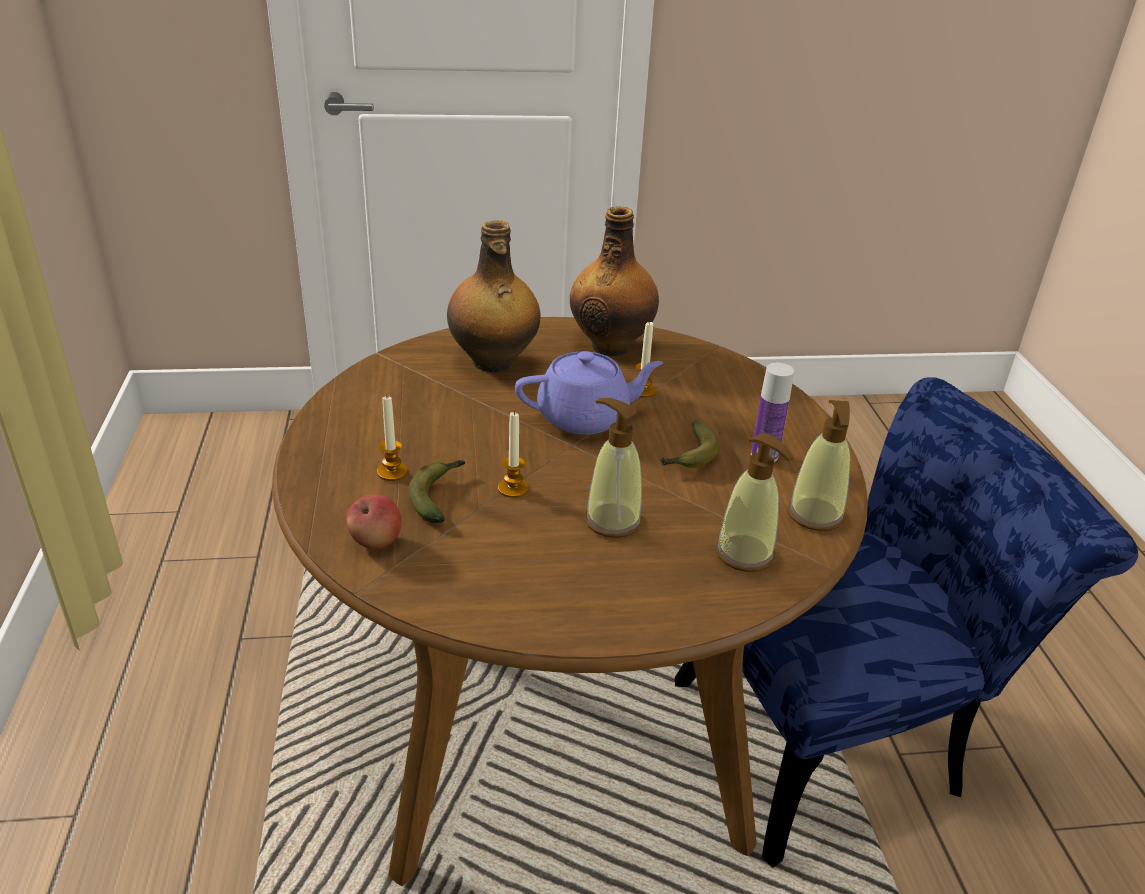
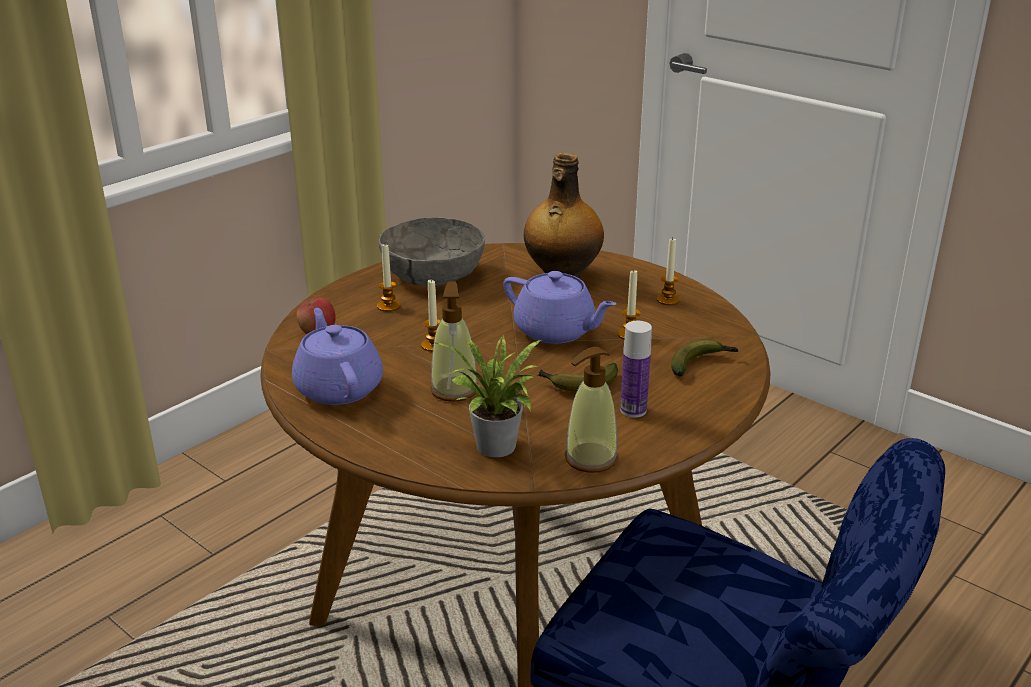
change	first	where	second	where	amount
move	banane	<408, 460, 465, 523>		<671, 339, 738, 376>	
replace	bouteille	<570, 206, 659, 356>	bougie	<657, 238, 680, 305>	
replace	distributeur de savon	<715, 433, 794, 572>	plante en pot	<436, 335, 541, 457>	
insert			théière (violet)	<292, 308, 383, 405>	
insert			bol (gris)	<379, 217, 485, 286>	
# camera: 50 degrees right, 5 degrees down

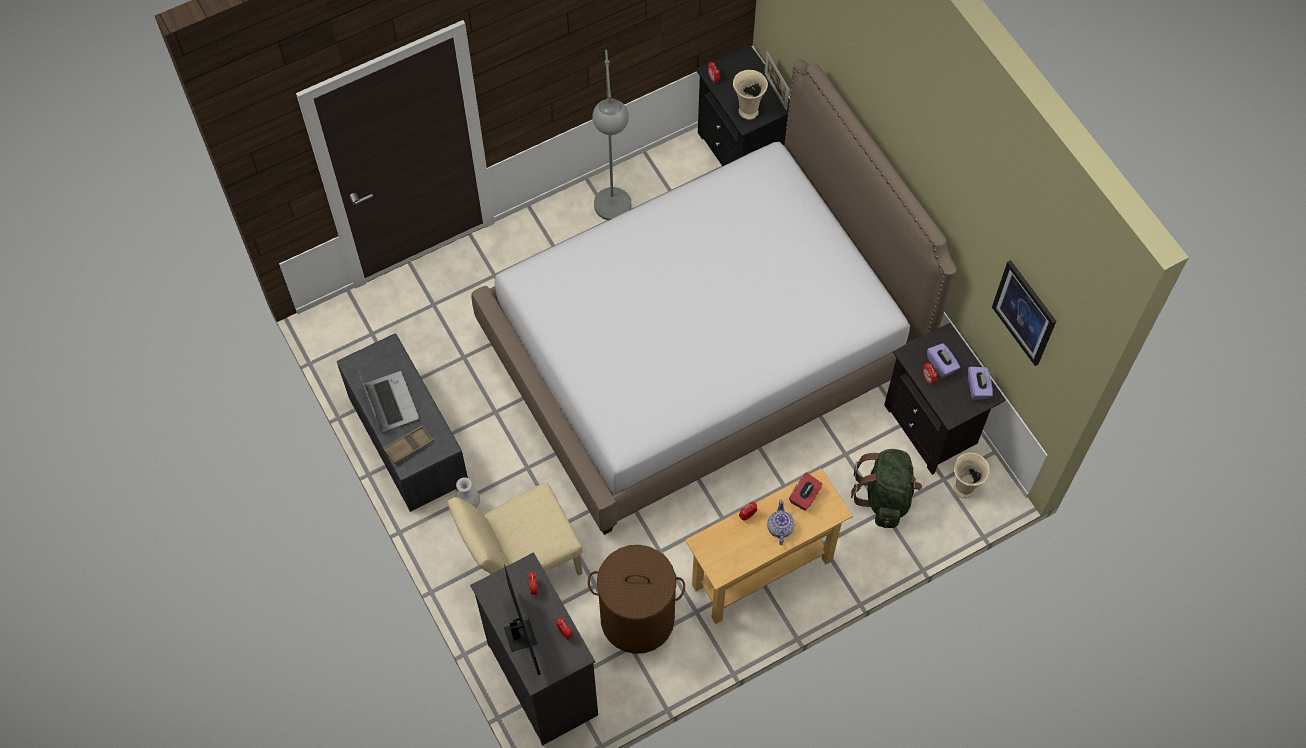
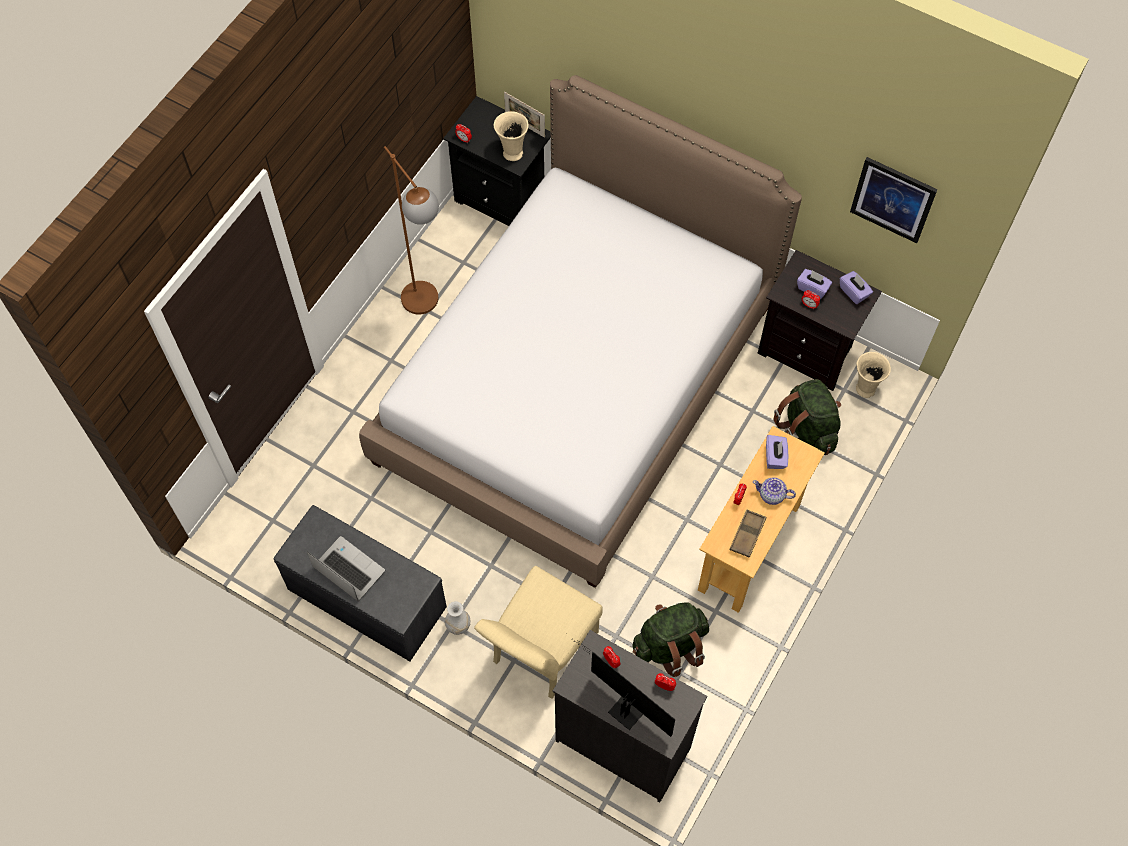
change	first	where	second	where	amount
move	plateau (marron)	<383, 425, 434, 464>		<730, 510, 766, 558>	
replace	panier à linge (marron)	<588, 545, 685, 654>	sac à dos (vert)	<632, 602, 709, 677>	
recolor	lampadaire (gris)	<592, 50, 631, 220>	lampadaire (marron)	<384, 146, 439, 314>	
rotate	théière	<767, 500, 795, 545>		<753, 477, 796, 505>	45 degrees counterclockwise
recolor	boîte à mouchoirs (rouge)	<789, 472, 823, 510>	boîte à mouchoirs (violet)	<766, 435, 788, 469>	
# camera: 30 degrees left, 0 degrees up

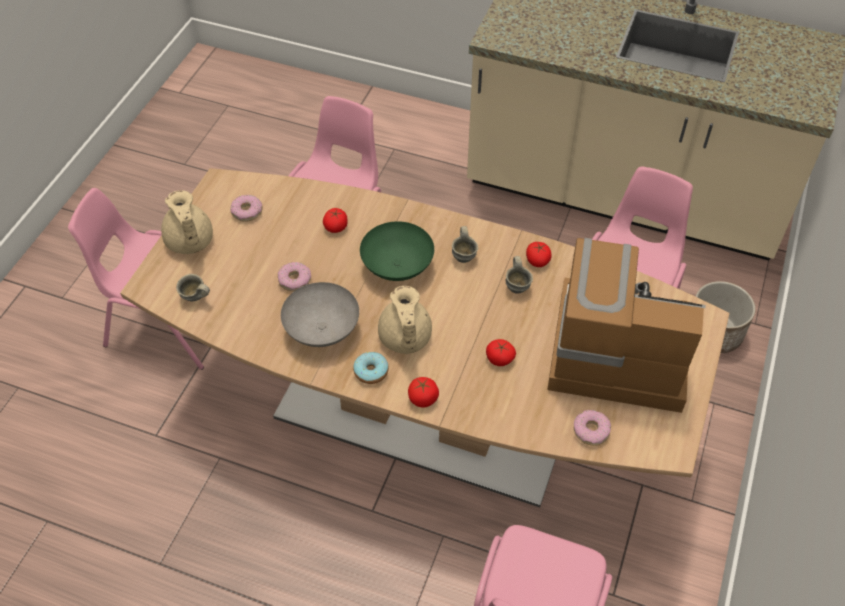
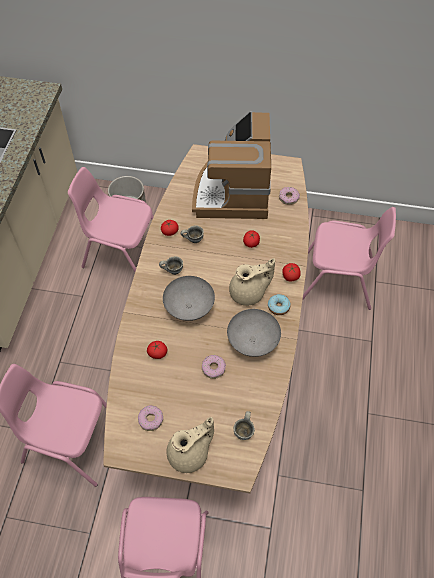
change	first	where	second	where	amount
recolor	bol (vert)	<360, 221, 434, 281>	bol (gris)	<163, 276, 215, 321>	
# camera: 100 degrees left, 5 degrees up

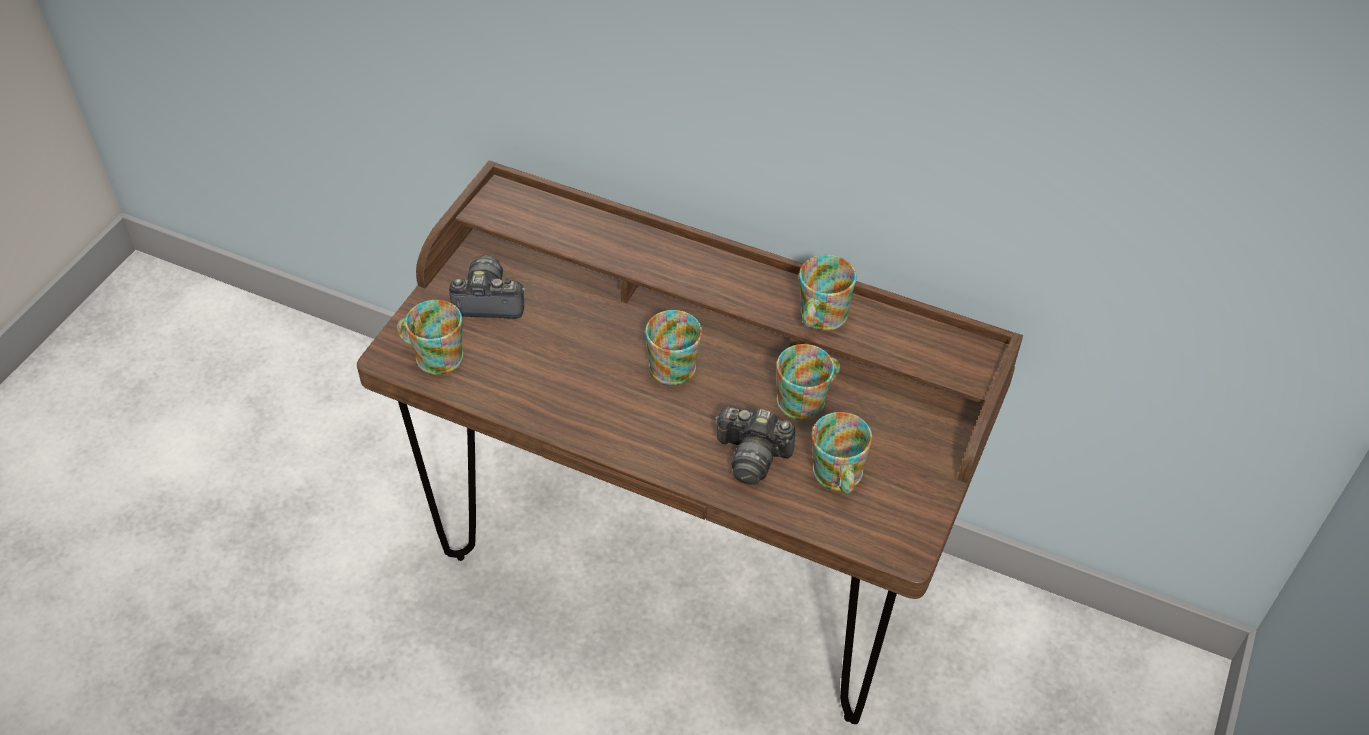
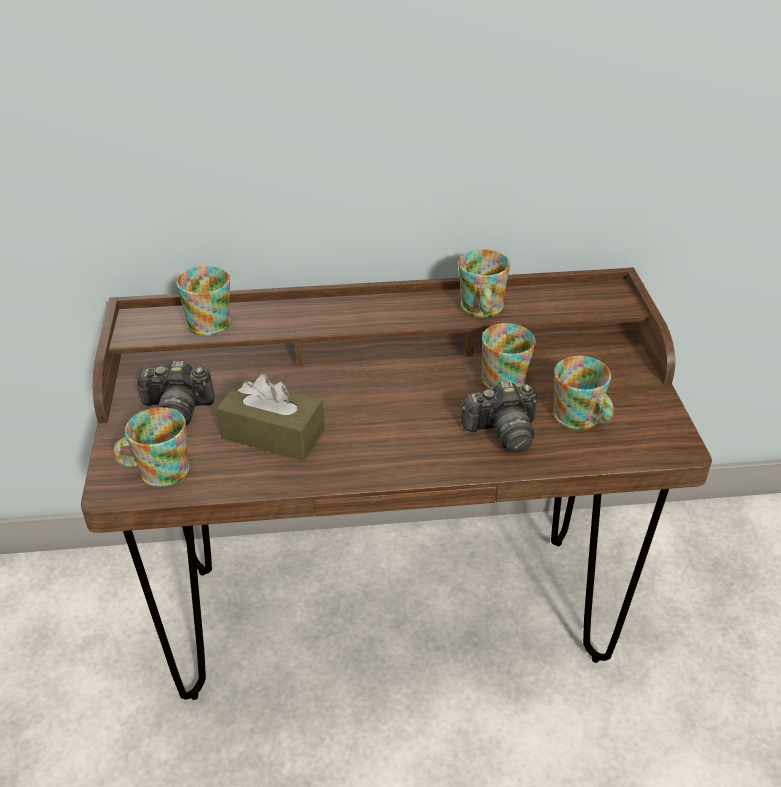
change	first	where	second	where	amount
rotate	appareil photo	<449, 255, 525, 319>		<135, 361, 215, 426>	150 degrees counterclockwise
move	mug	<645, 310, 702, 385>		<176, 266, 231, 336>	
insert			boîte à mouchoirs (marron)	<217, 374, 325, 461>	
# camera: 30 degrees left, 10 degrees down

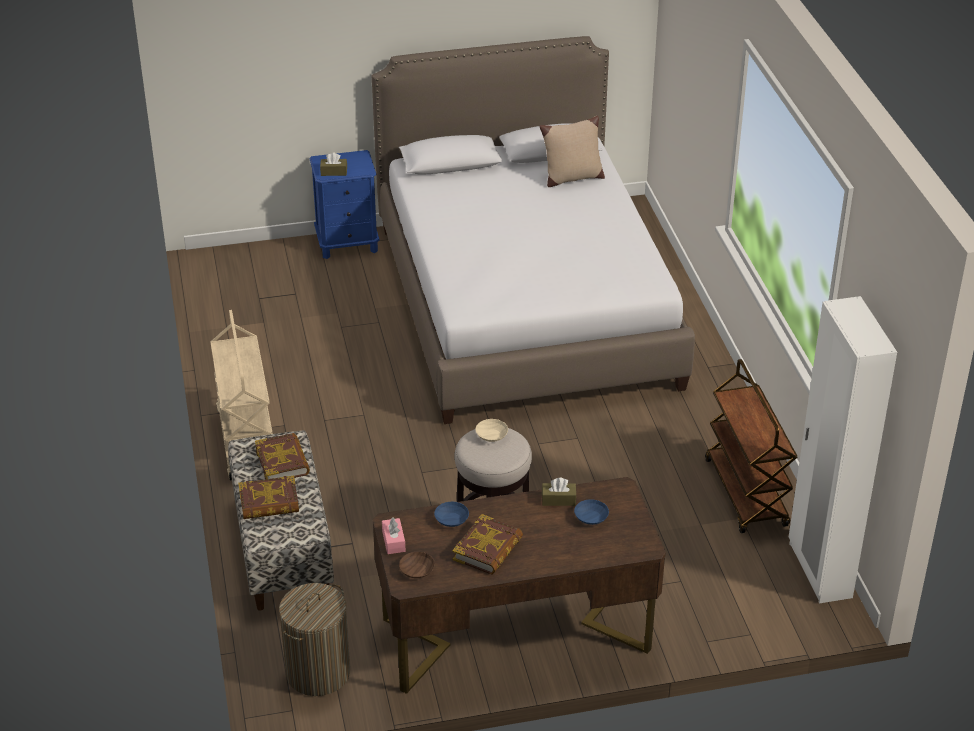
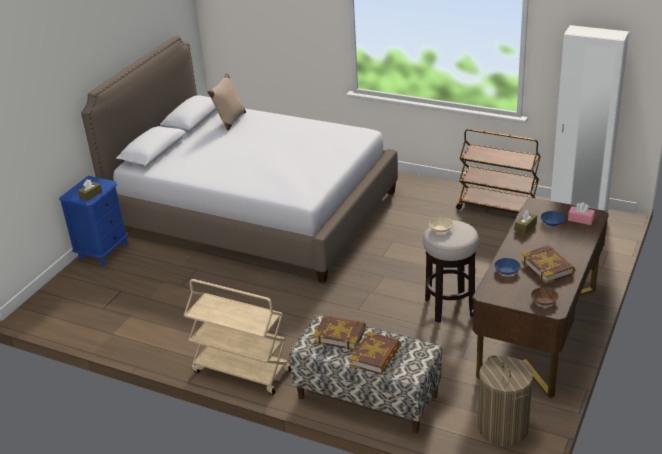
change	first	where	second	where	amount
move	boîte à mouchoirs (rose)	<382, 517, 406, 554>		<568, 202, 595, 225>	
# camera: 50 degrees left, 5 degrees down

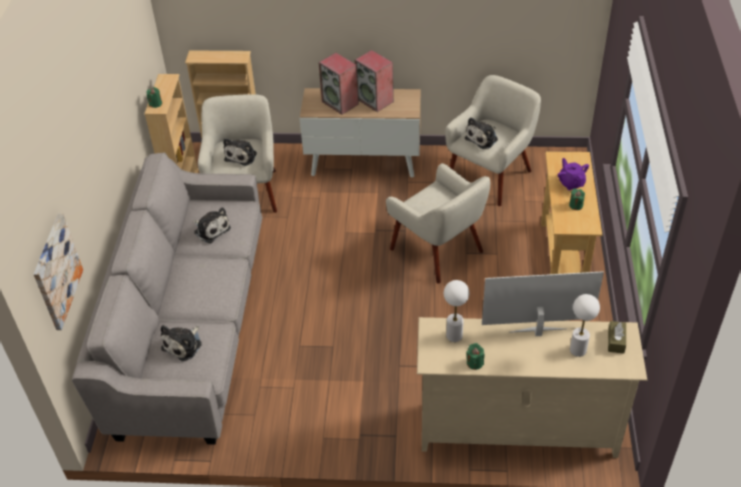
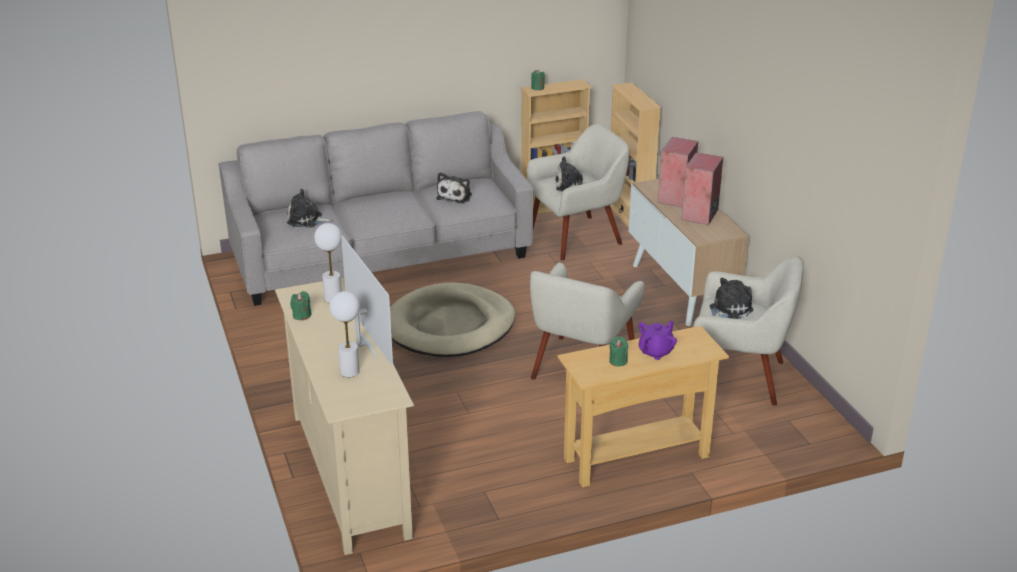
change	first	where	second	where	amount
delete	tableau	<33, 213, 83, 330>			
rotate	peluche	<465, 117, 498, 149>		<709, 278, 753, 319>	120 degrees clockwise
delete	boîte à mouchoirs (marron)	<608, 321, 626, 354>			
insert			panier pour chien (beige)	<390, 282, 516, 357>	
# camera: 65 degrees right, 15 degrees down

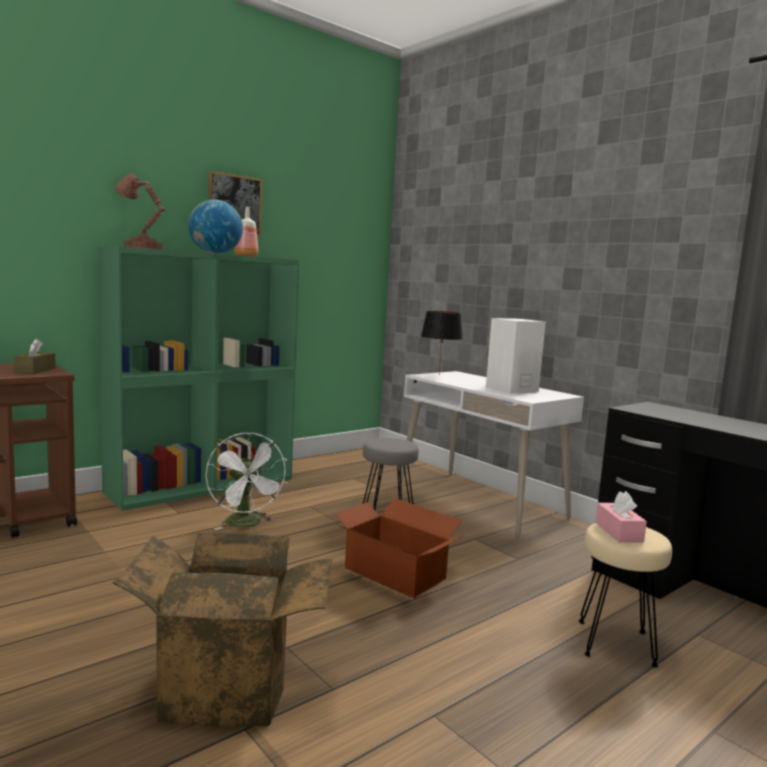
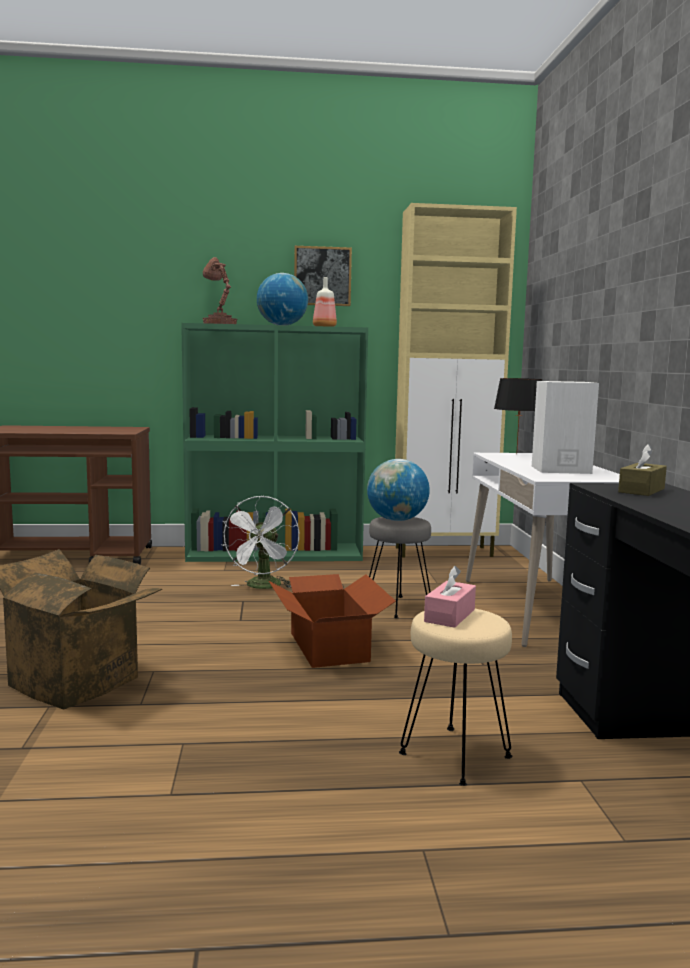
change	first	where	second	where	amount
move	boîte à mouchoirs (marron)	<14, 339, 56, 374>		<618, 444, 667, 496>	
insert			globe	<367, 459, 430, 521>	
insert			meuble de rangement (beige)	<395, 203, 517, 558>	
# camera: 35 degrees right, 0 degrees up

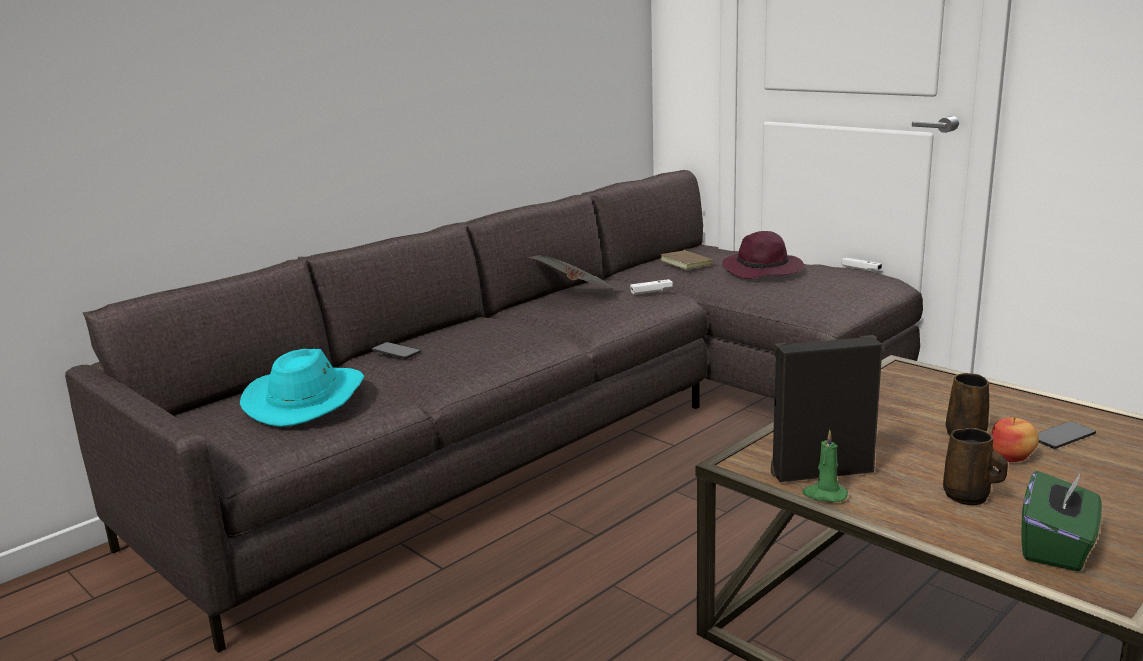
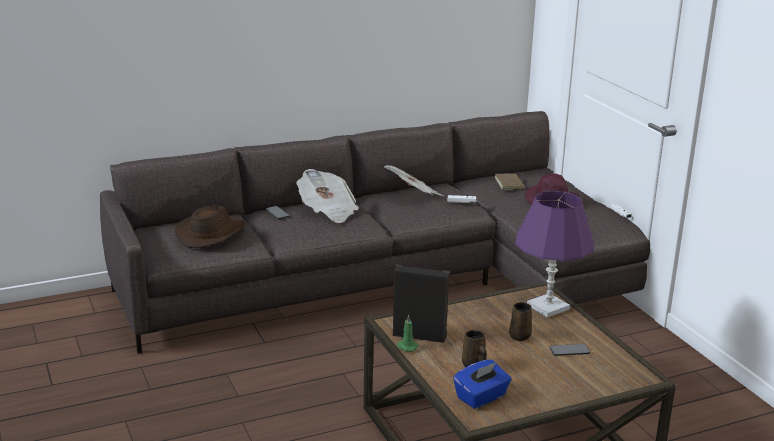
change	first	where	second	where	amount
recolor	chapeau (turquoise)	<240, 349, 365, 427>	chapeau (marron)	<174, 205, 245, 248>	
delete	pomme	<991, 417, 1039, 462>			
recolor	boîte à mouchoirs (vert)	<1021, 469, 1102, 571>	boîte à mouchoirs (bleu)	<453, 360, 511, 409>	
insert			journal	<296, 169, 359, 223>	
insert			lampe de table (violet)	<515, 191, 593, 317>	
# camera: 20 degrees right, 5 degrees up

